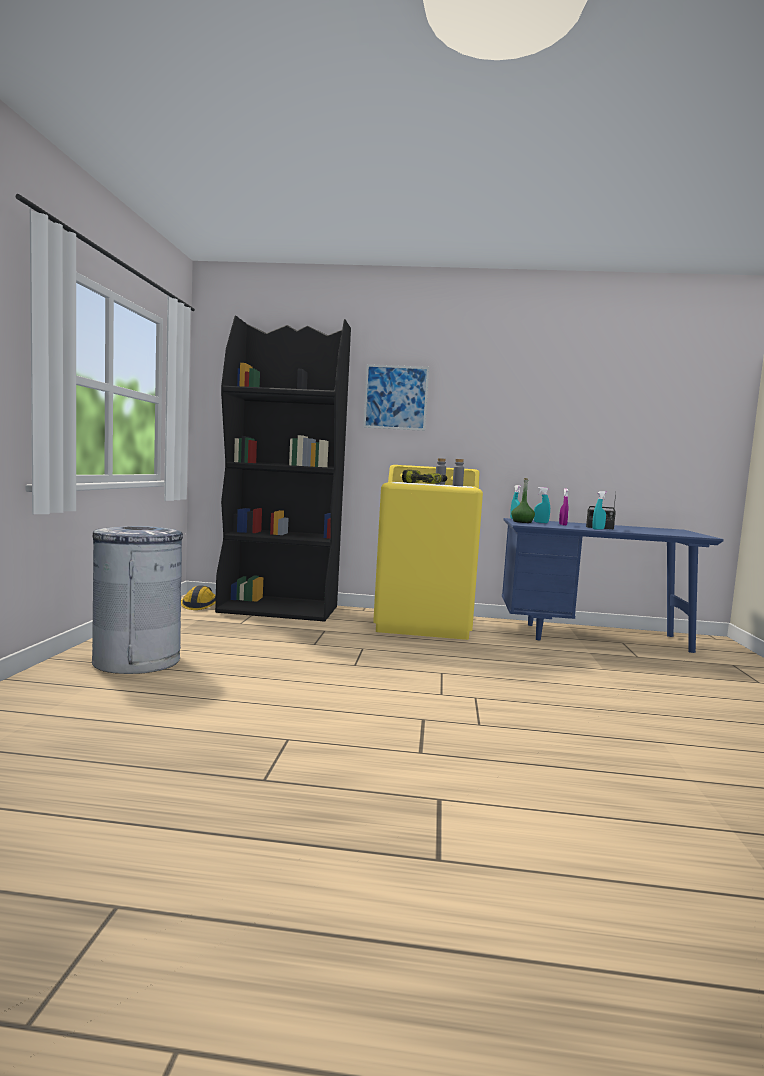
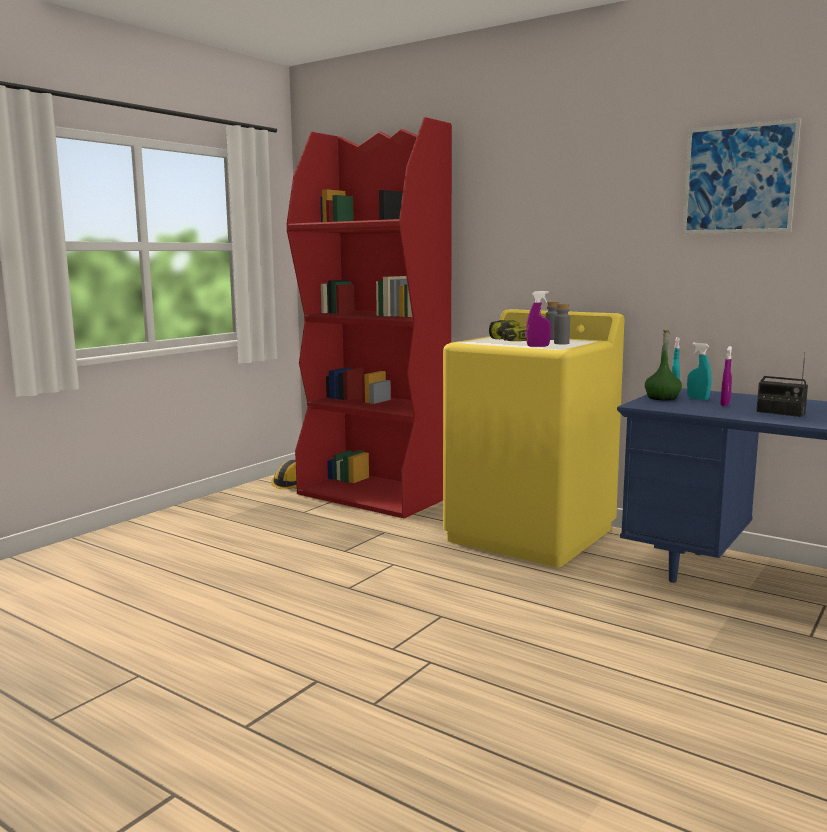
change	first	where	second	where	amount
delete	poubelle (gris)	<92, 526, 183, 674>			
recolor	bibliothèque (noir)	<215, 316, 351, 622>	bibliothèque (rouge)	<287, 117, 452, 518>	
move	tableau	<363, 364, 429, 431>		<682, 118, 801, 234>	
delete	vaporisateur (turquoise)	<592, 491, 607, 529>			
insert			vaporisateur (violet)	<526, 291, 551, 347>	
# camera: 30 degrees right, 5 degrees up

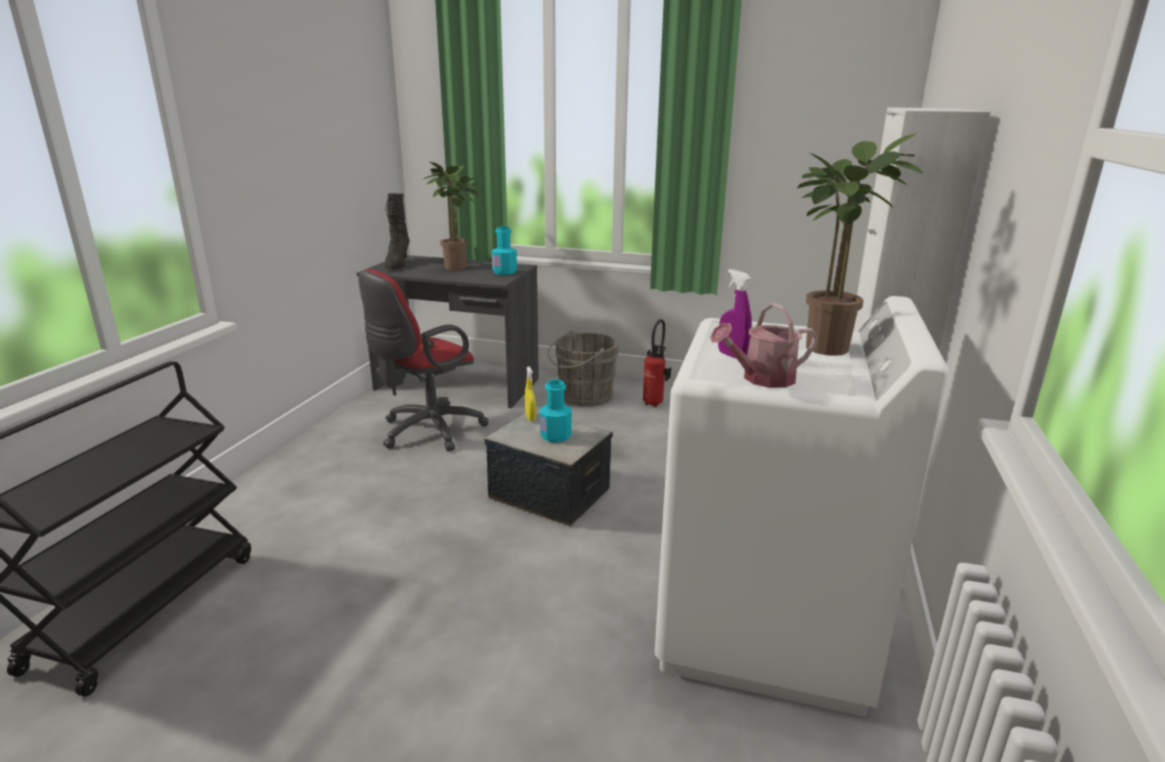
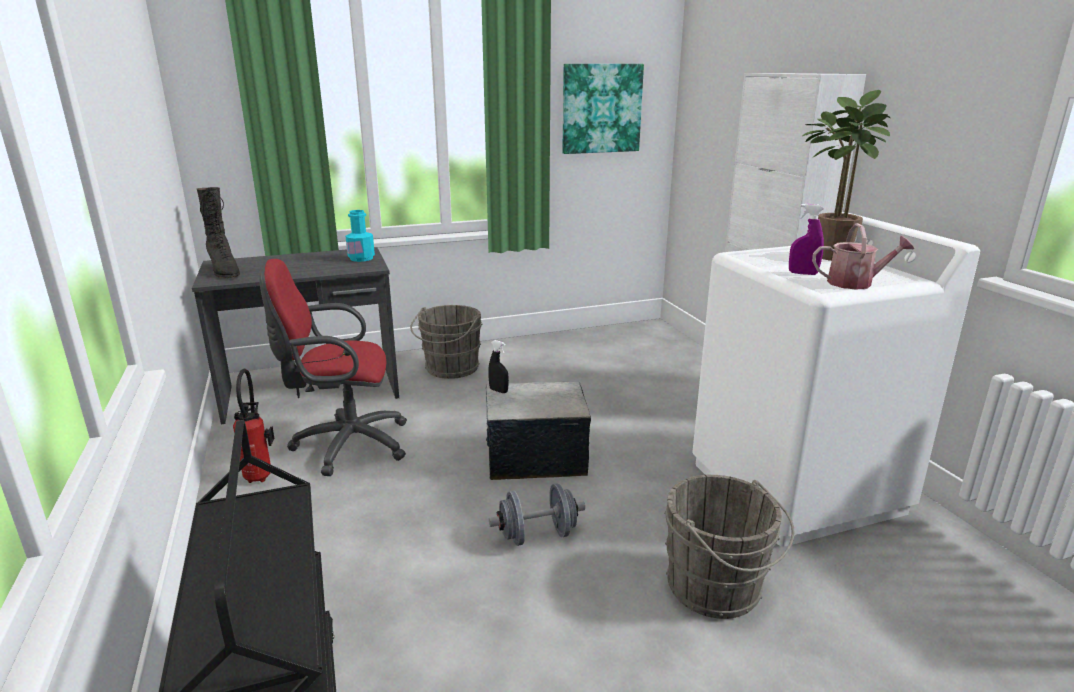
change	first	where	second	where	amount
rotate	chaise de bureau (rouge)	<358, 269, 489, 451>		<259, 259, 407, 476>	75 degrees clockwise
delete	plante en pot	<424, 162, 481, 270>			
recolor	vaporisateur (jaune)	<525, 367, 536, 421>	vaporisateur (noir)	<488, 340, 509, 393>	
delete	bouteille (turquoise)	<540, 380, 572, 443>			
move	extincteur	<643, 319, 671, 407>		<233, 369, 274, 483>	
rotate	arrosoir	<710, 302, 817, 388>		<812, 223, 914, 290>	120 degrees counterclockwise
insert			haltère (gris)	<489, 483, 585, 546>	
insert			tableau	<562, 64, 644, 154>	
insert			seau (gris)	<664, 475, 794, 619>	
# camera: 35 degrees left, 0 degrees up

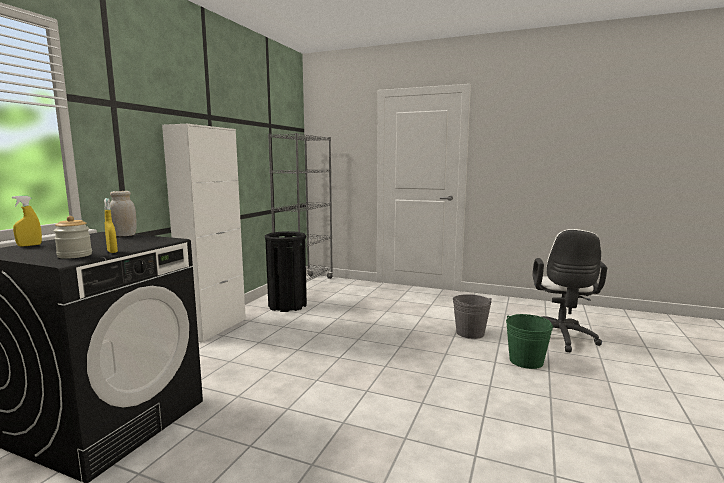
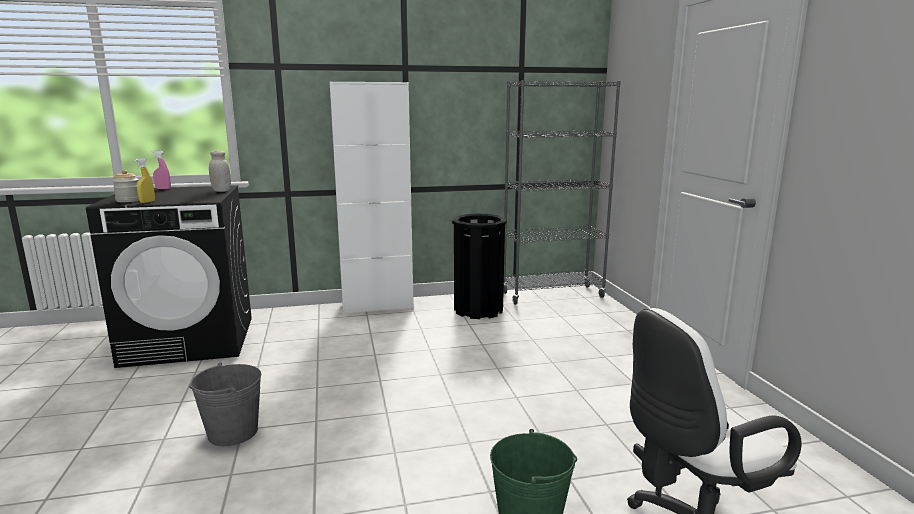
change	first	where	second	where	amount
recolor	vaporisateur (jaune)	<12, 196, 42, 246>	vaporisateur (rose)	<152, 151, 171, 189>	
move	seau (gris)	<453, 294, 492, 339>		<189, 362, 261, 446>	
# camera: 55 degrees right, 5 degrees up

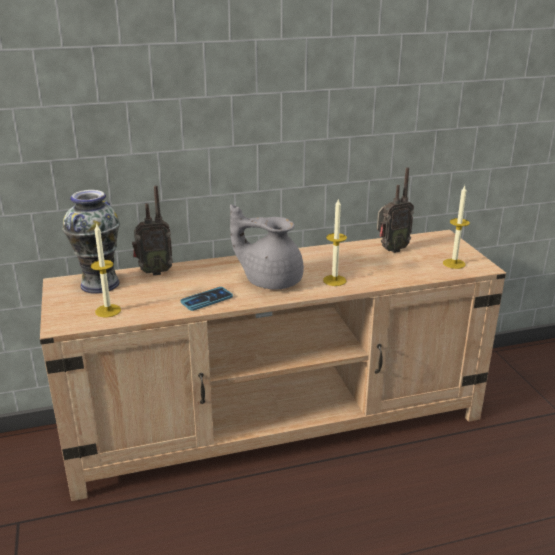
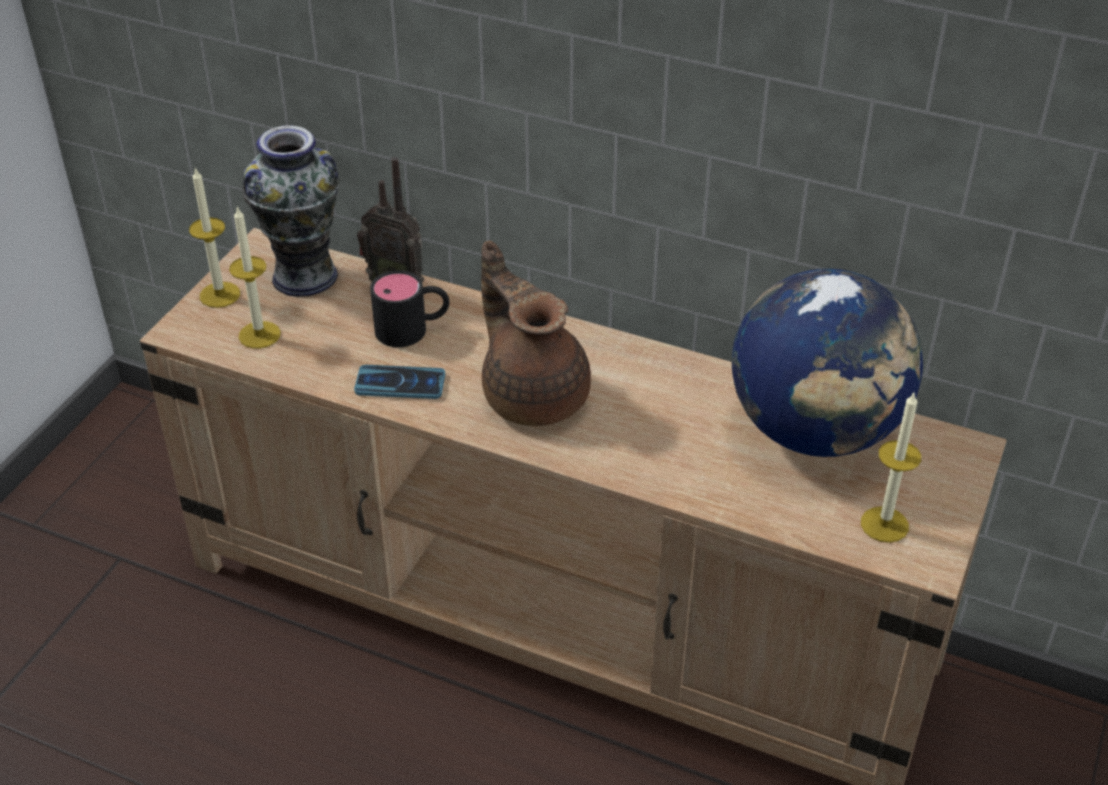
change	first	where	second	where	amount
recolor	théière (gris)	<230, 204, 304, 290>	théière (marron)	<481, 241, 591, 426>	
move	bougie	<323, 199, 347, 286>		<189, 167, 240, 308>	
replace	radio	<377, 167, 414, 253>	globe	<732, 269, 923, 457>	
insert			mug (noir)	<370, 270, 450, 347>	
# camera: 40 degrees right, 15 degrees up

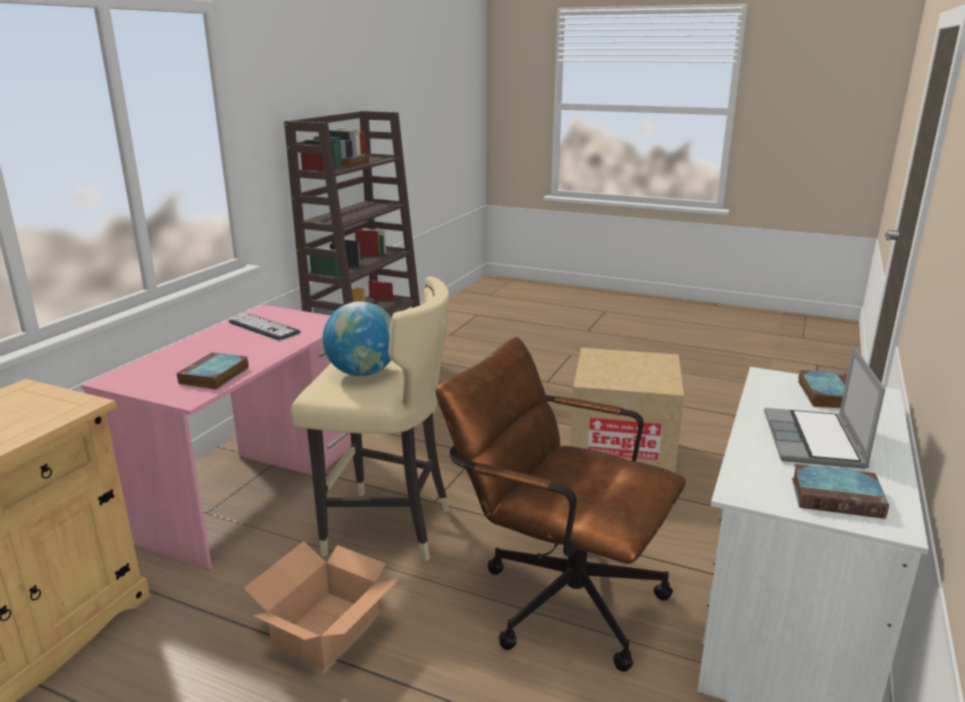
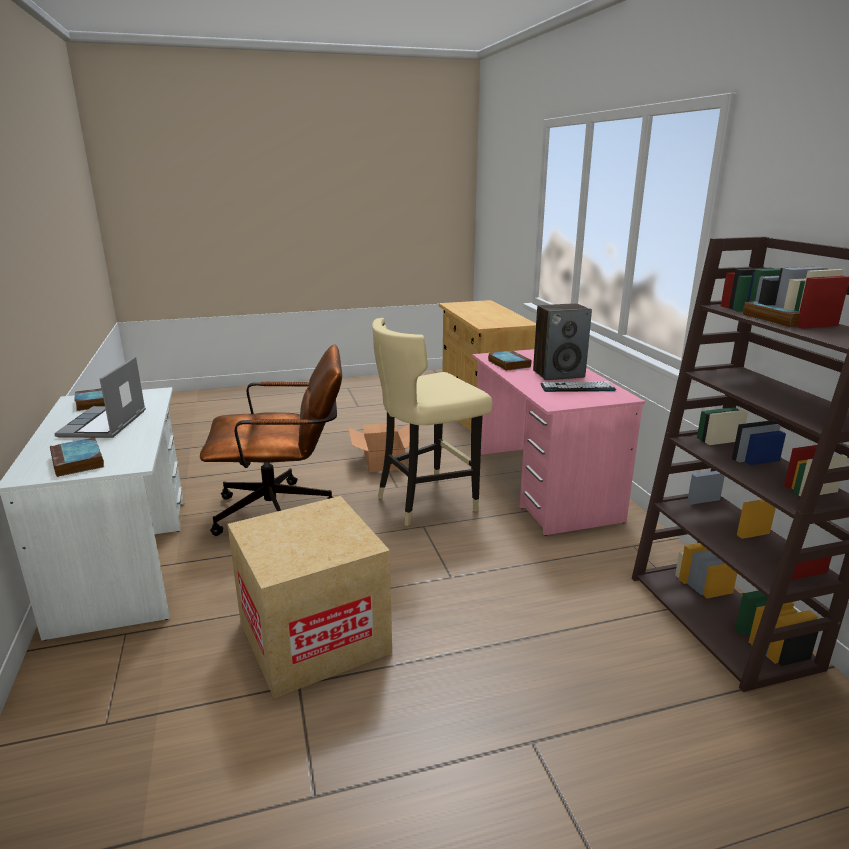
change	first	where	second	where	amount
delete	globe	<323, 301, 392, 376>			
rotate	ordinateur portable	<764, 346, 885, 468>		<54, 356, 146, 438>	150 degrees counterclockwise
insert			enceinte	<533, 303, 592, 380>	
# camera: 140 degrees right, 0 degrees up

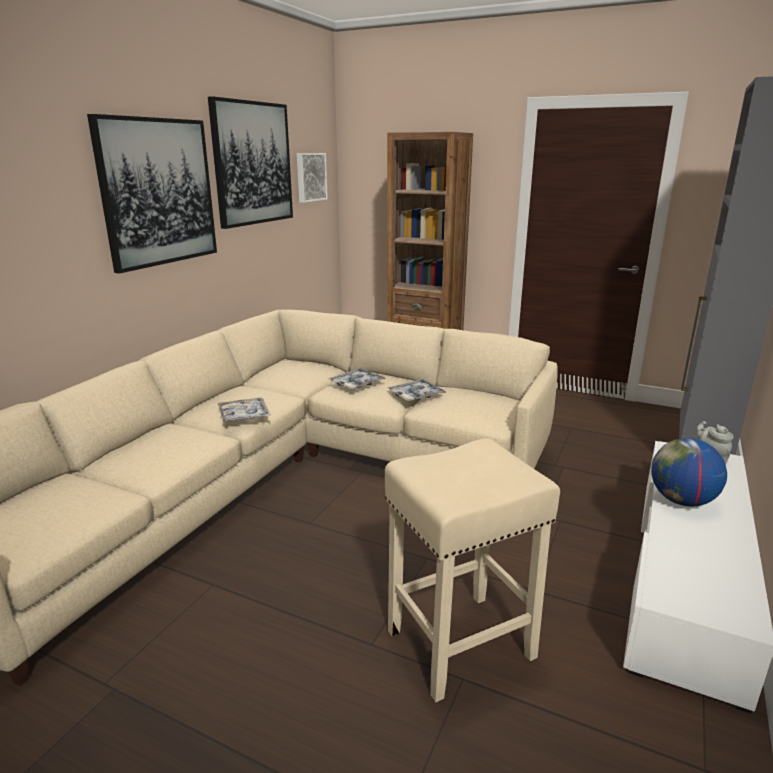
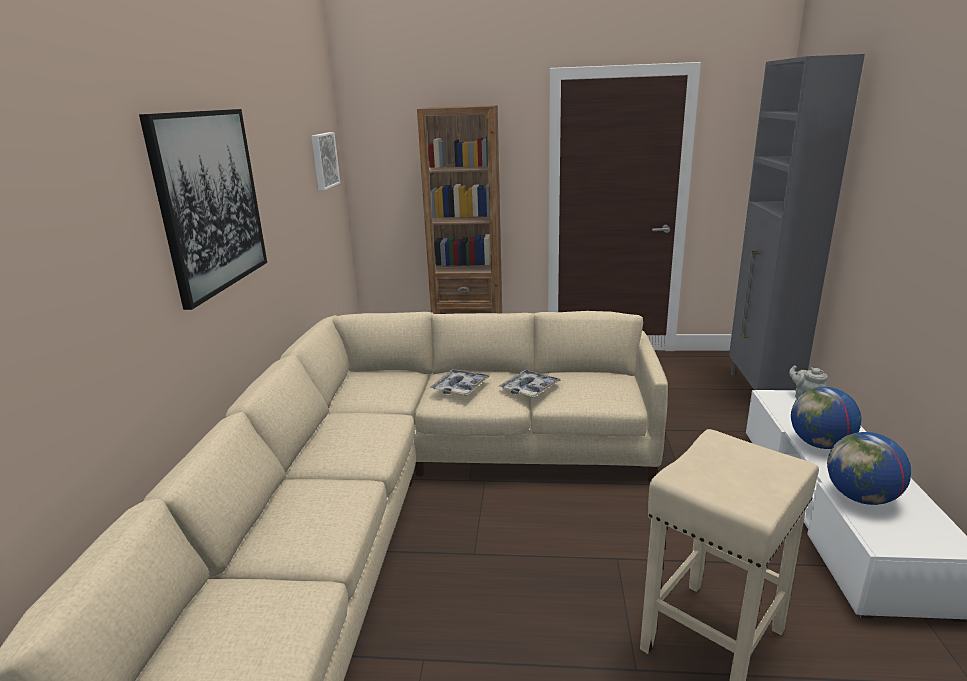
change	first	where	second	where	amount
delete	tableau	<208, 96, 293, 229>			
delete	plateau	<218, 398, 271, 422>			
insert			globe	<827, 432, 911, 505>	
# camera: 20 degrees left, 0 degrees up

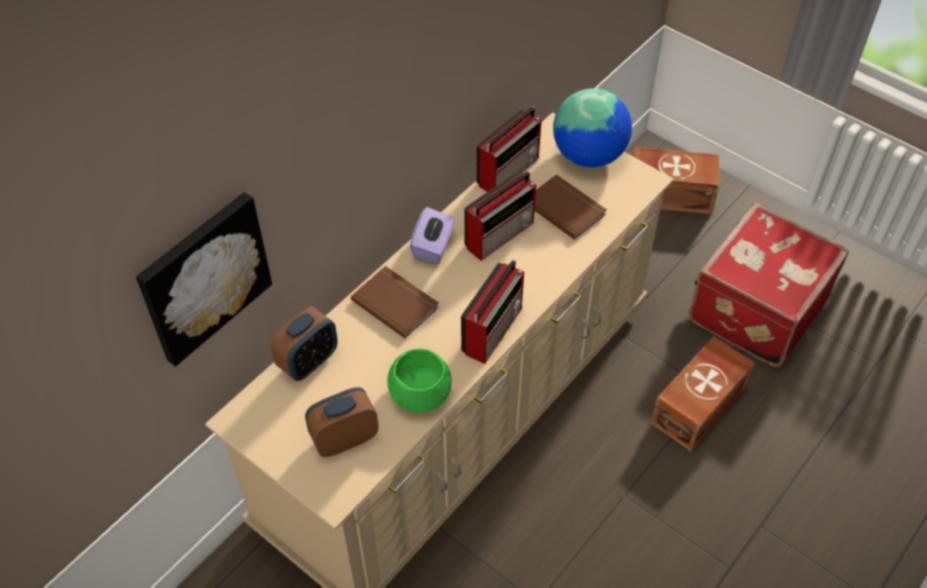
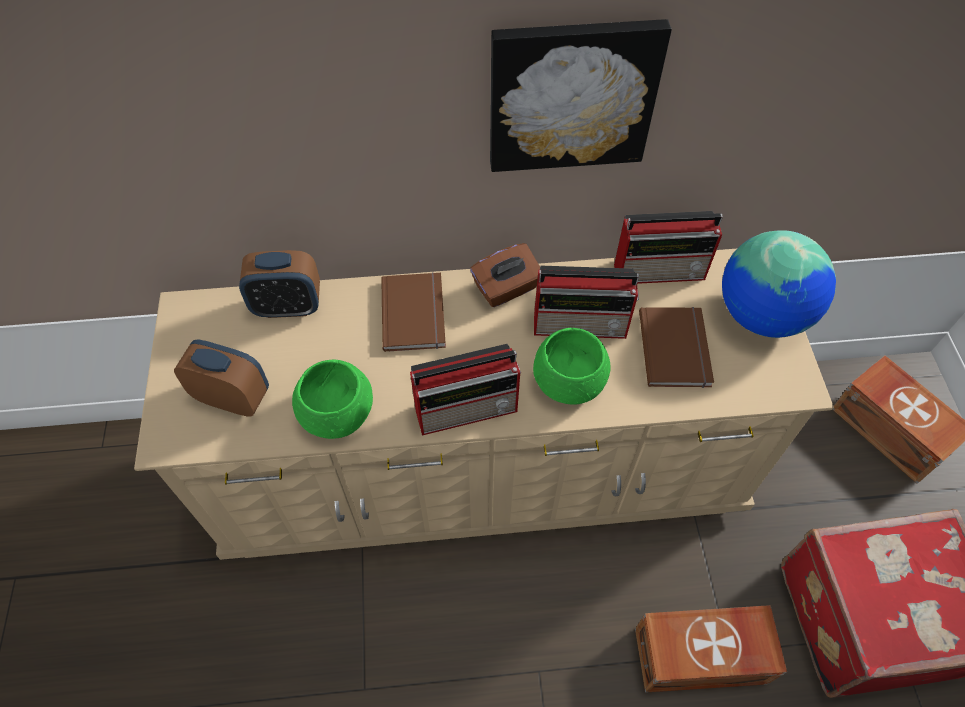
change	first	where	second	where	amount
move	tableau	<136, 192, 272, 367>		<490, 19, 672, 172>	
recolor	boîte à mouchoirs (violet)	<410, 207, 455, 264>	boîte à mouchoirs (marron)	<470, 243, 540, 307>	
insert			bol (vert)	<533, 328, 611, 405>	
# camera: 45 degrees right, 5 degrees up

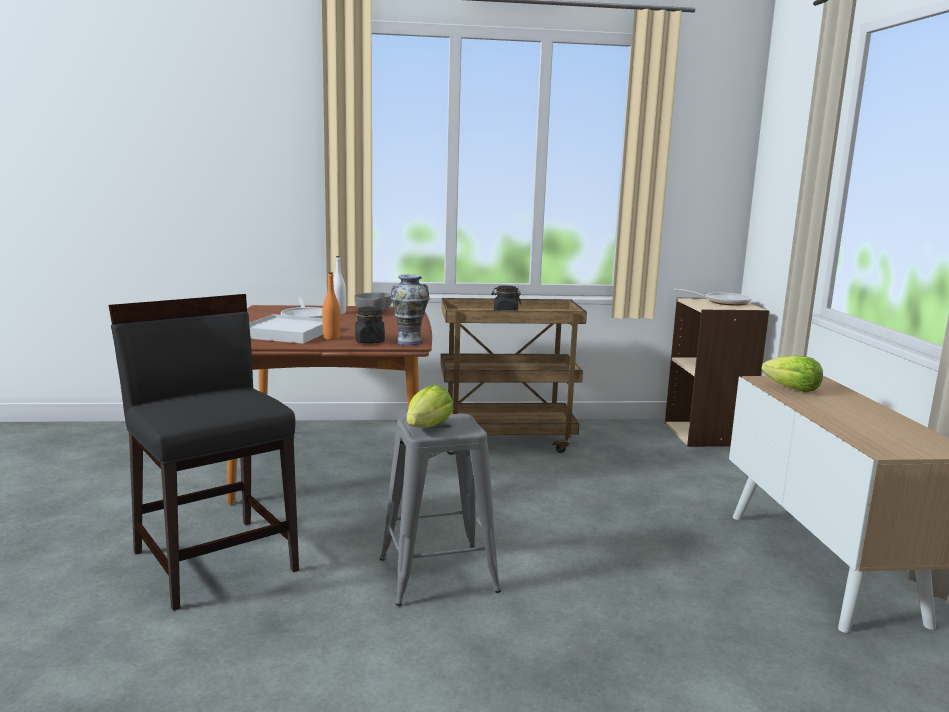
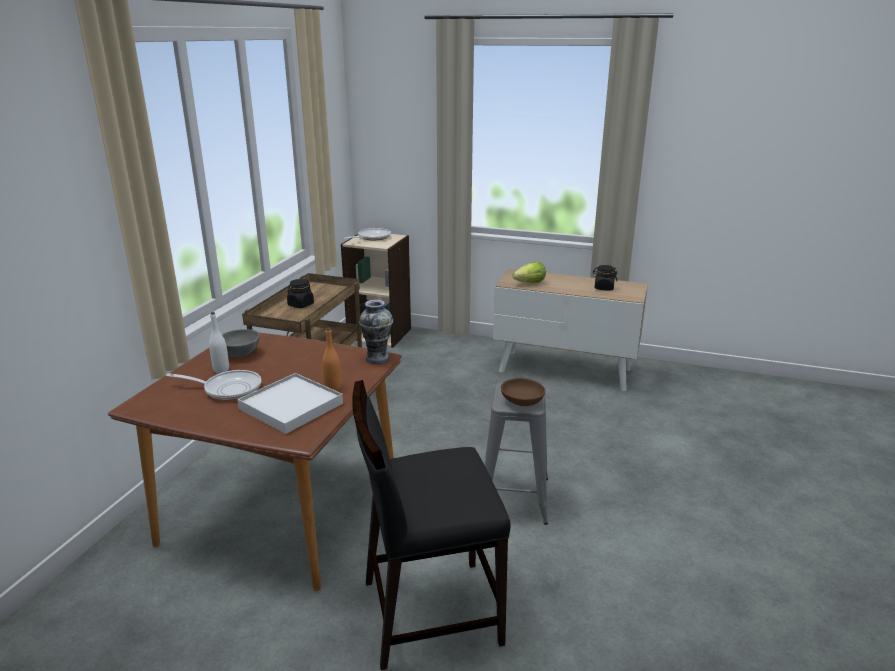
change	first	where	second	where	amount
move	bocal (noir)	<355, 307, 385, 344>		<593, 265, 617, 290>	
replace	laitue	<406, 385, 454, 428>	bol (marron)	<501, 378, 545, 406>	
# camera: 65 degrees left, 10 degrees up

